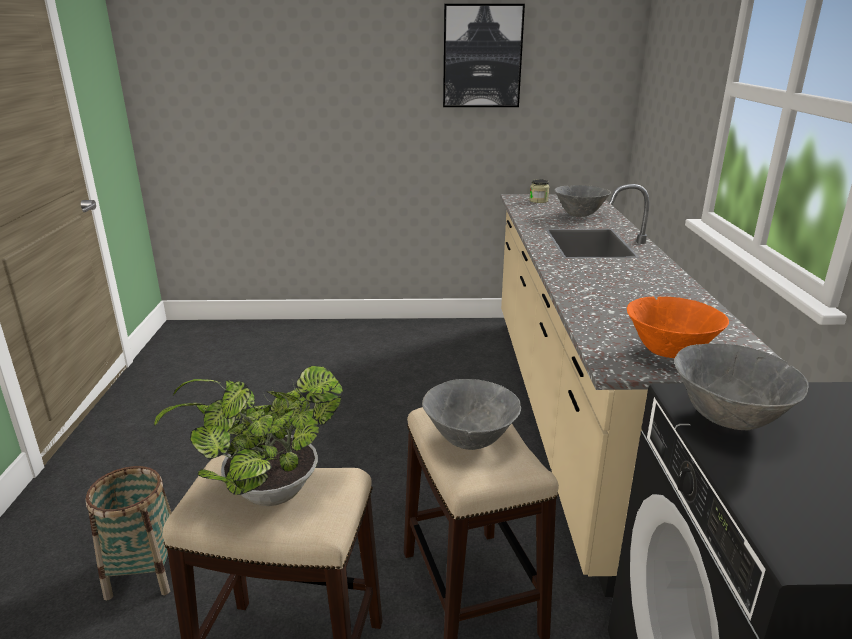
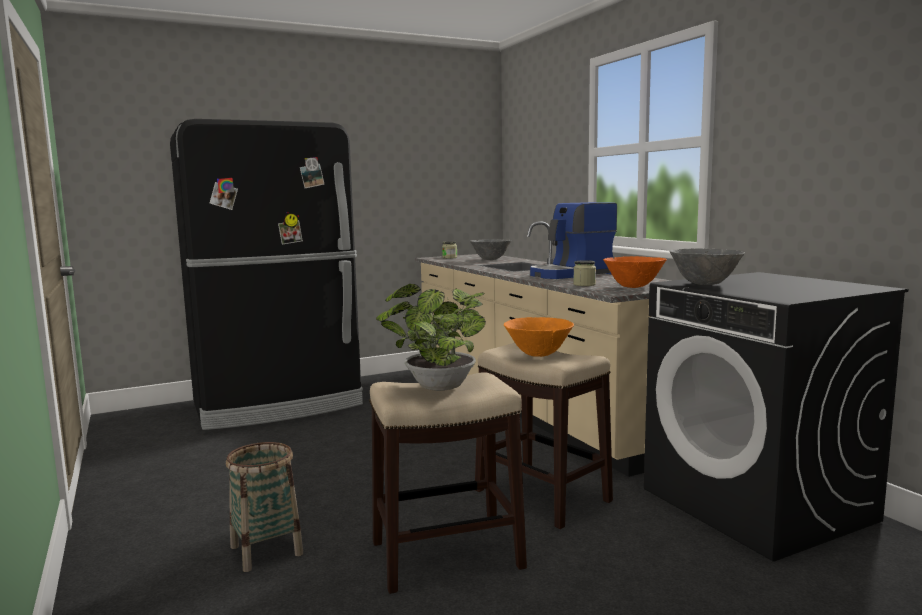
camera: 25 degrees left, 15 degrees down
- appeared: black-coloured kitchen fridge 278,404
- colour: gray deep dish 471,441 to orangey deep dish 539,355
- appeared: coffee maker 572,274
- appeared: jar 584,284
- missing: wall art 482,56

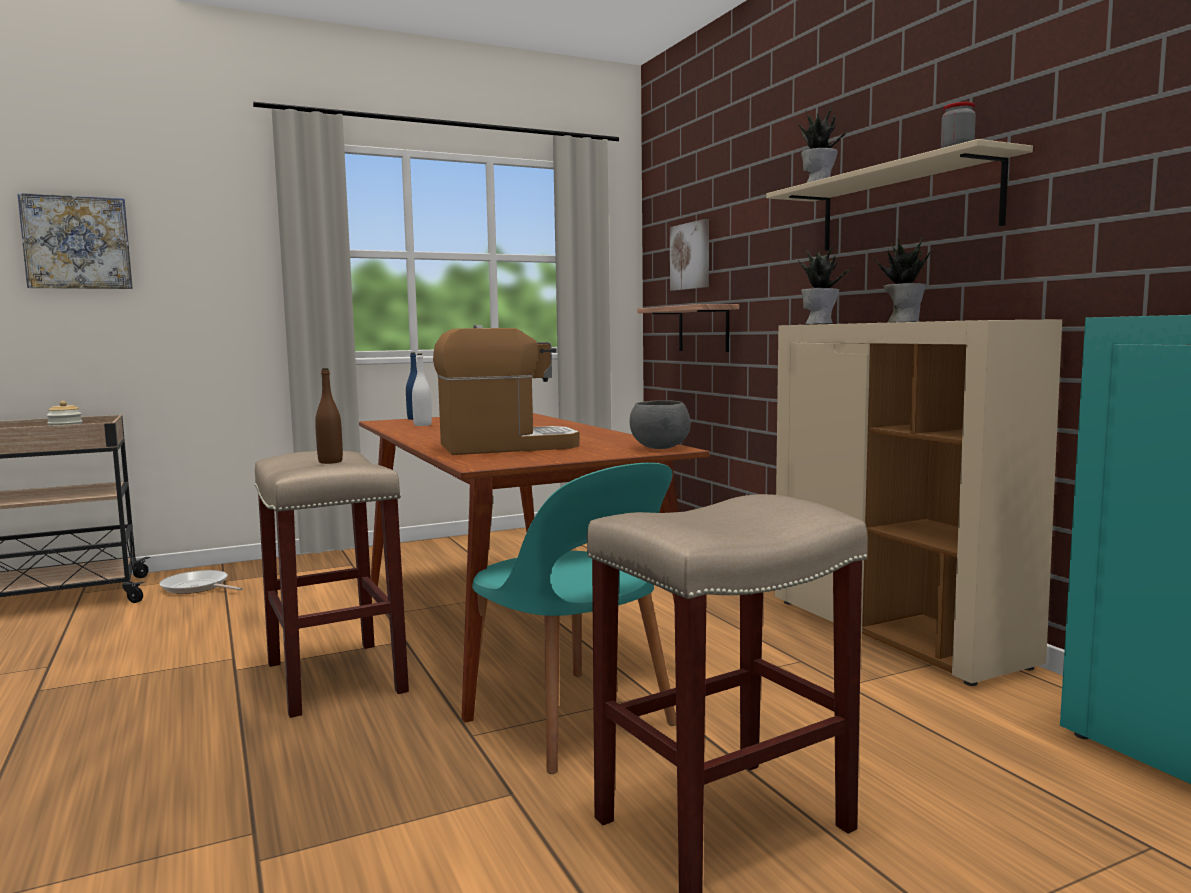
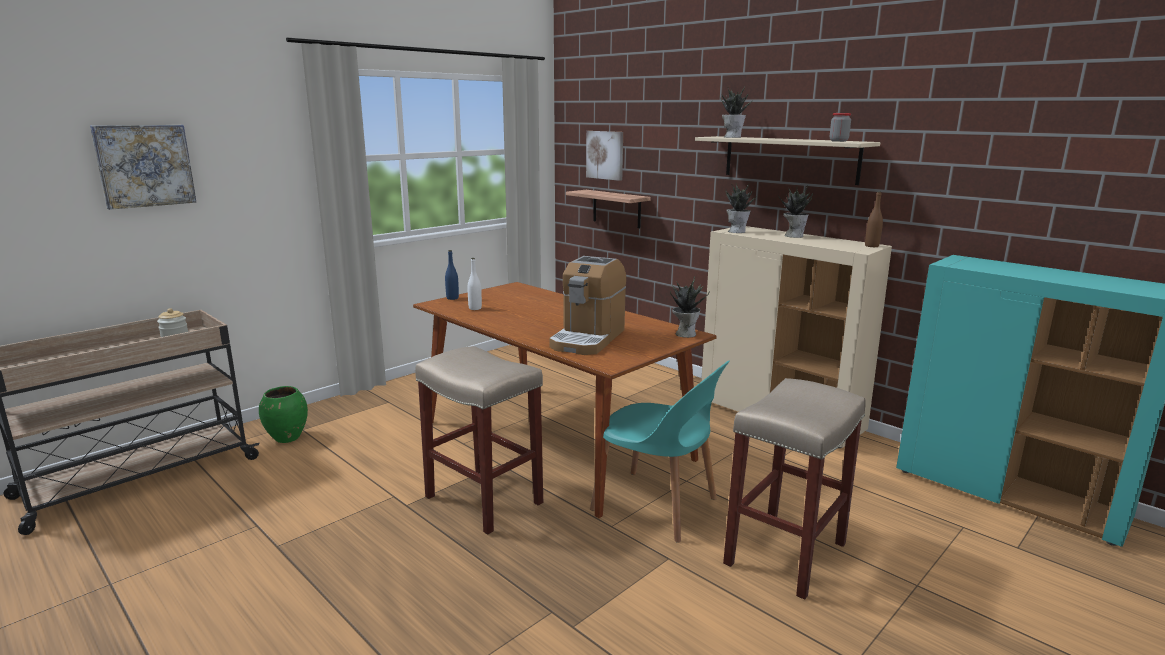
camera: 20 degrees left, 10 degrees up
- exchanged: frying pan 197,587 to green-coloured vase 287,438
- spun: coffee maker 506,447 = 588,339 150 degrees clockwise
- exchanged: gray deep dish 659,448 to potted plant 684,334
- relocated: brownish drink bottle 330,462 to 871,246

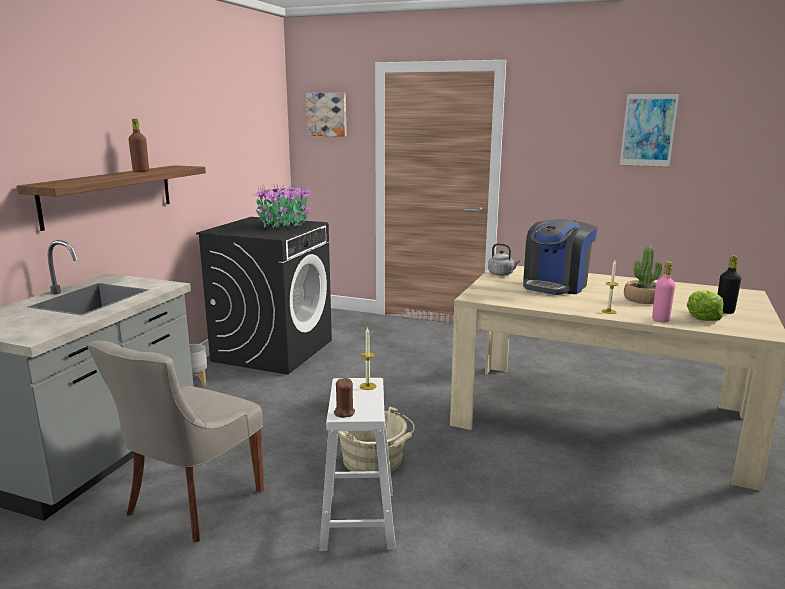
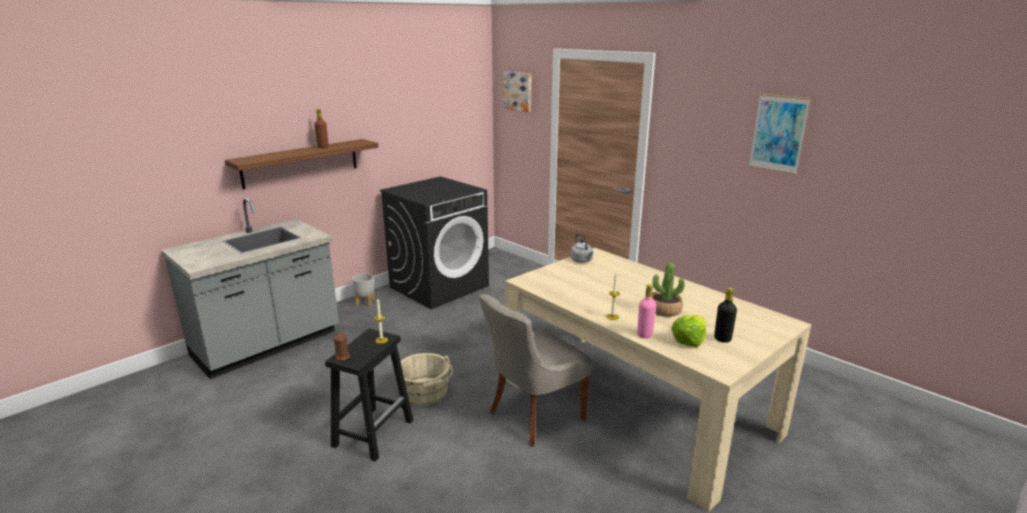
camera: 25 degrees right, 5 degrees up
- colour: white-coloured stool 358,518 to black-coloured stool 374,432
- relocated: gray plain chair 192,503 to 533,416
- missing: potted plant 283,225
- missing: coffee maker 555,285

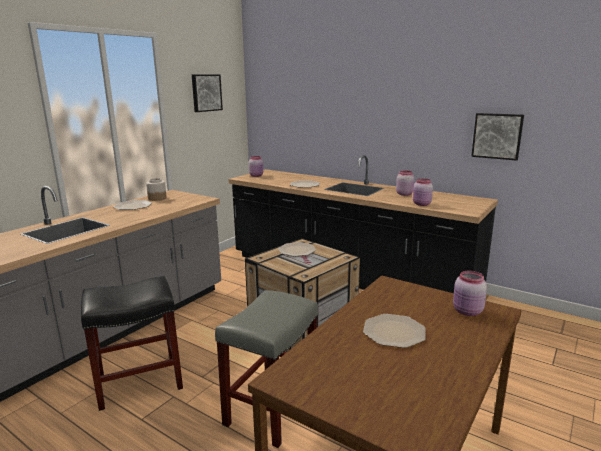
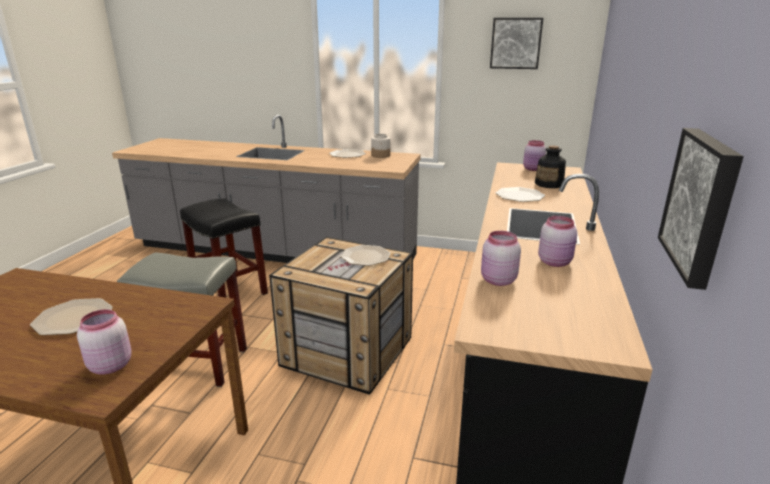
camera: 70 degrees right, 5 degrees up
- appeared: drink bottle 549,184

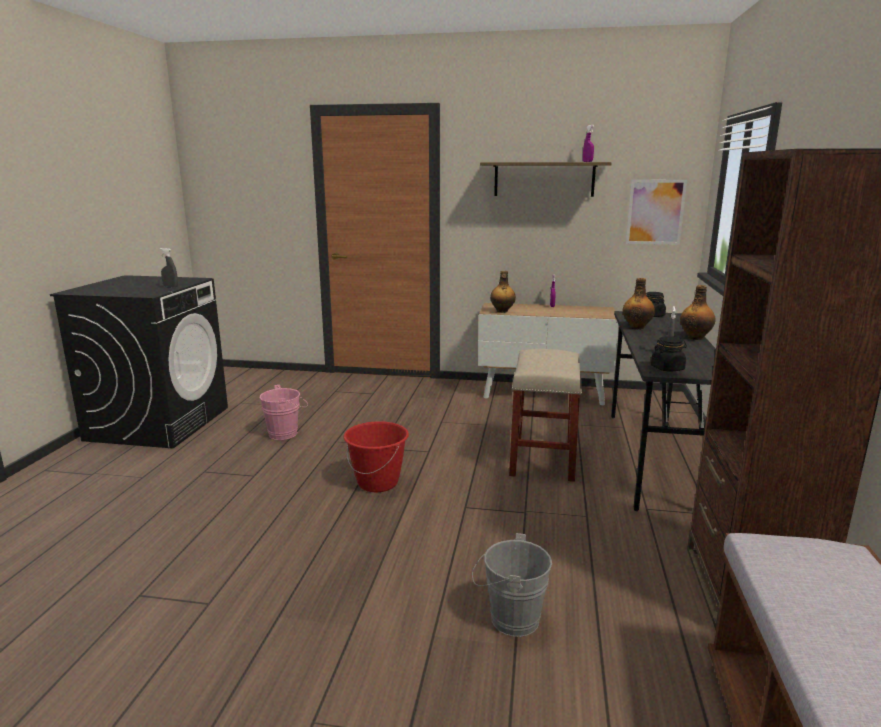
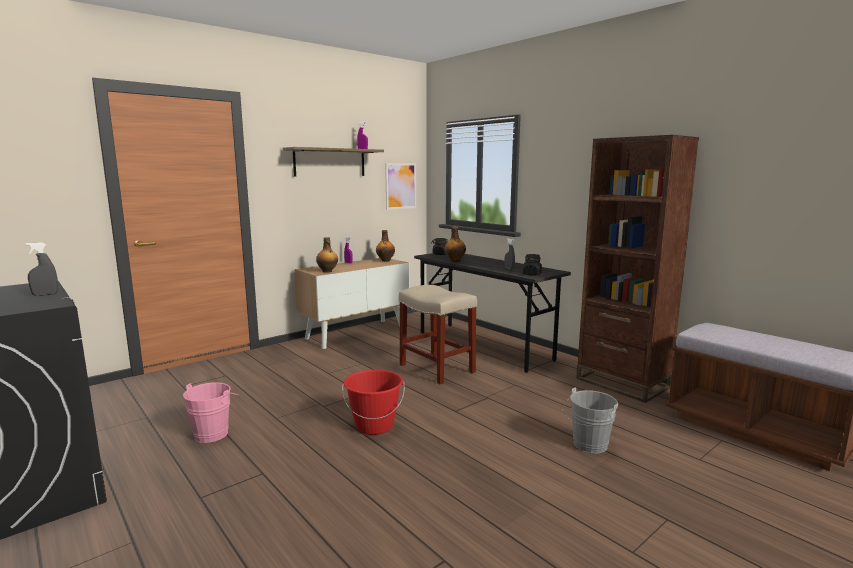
camera: 50 degrees left, 5 degrees down
- relocated: drink bottle 695,337 to 385,260

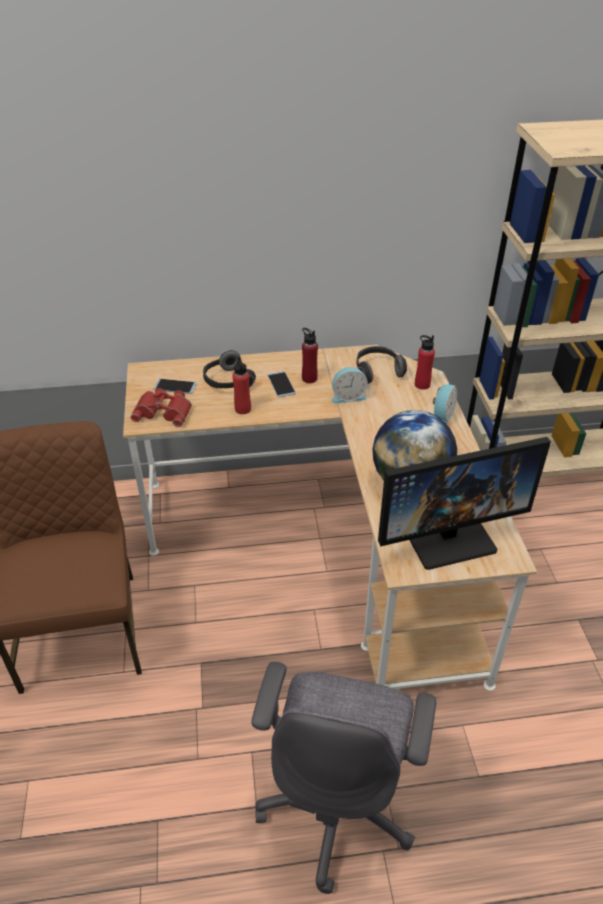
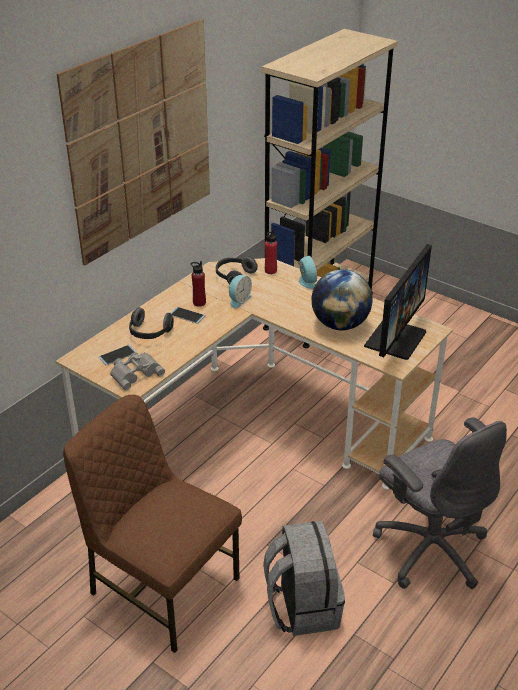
camera: 45 degrees left, 5 degrees down
- appeared: wall art 141,141
- colour: reddish pair of binoculars 164,411 to gray pair of binoculars 135,373
- appeared: gray backpack 302,606
- missing: reddish drink bottle 243,409

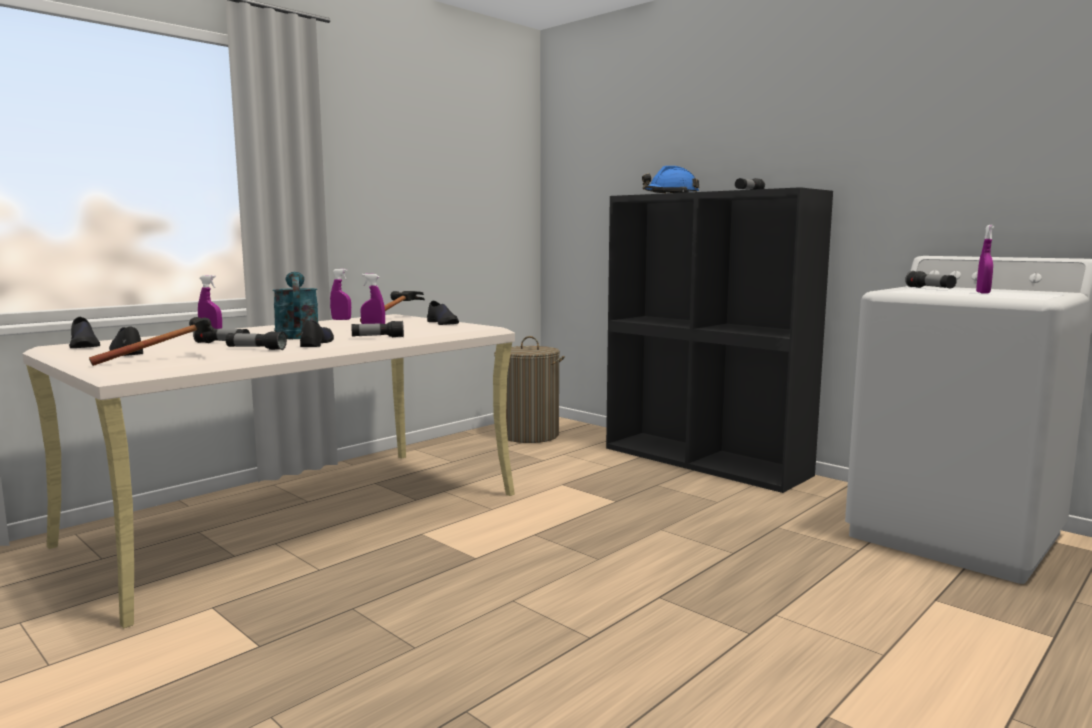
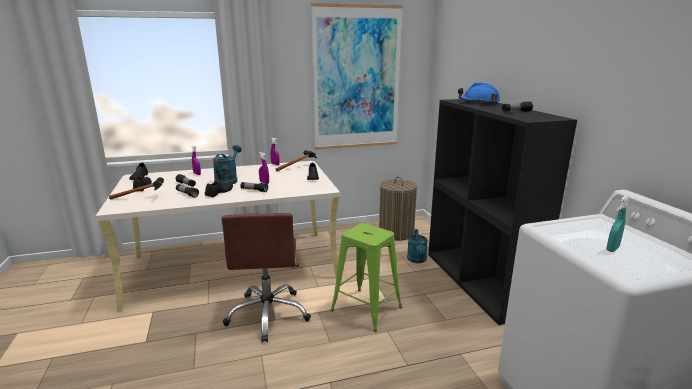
camera: 30 degrees right, 10 degrees up
- appeared: brownish computer chair 268,314
- appeared: wall art 356,79
- appeared: green-coloured stool 366,308
- appeared: turquoise sprinkling can 417,260
- colour: purple sprayer 983,293 to turquoise sprayer 612,249
- missing: flashlight 930,288

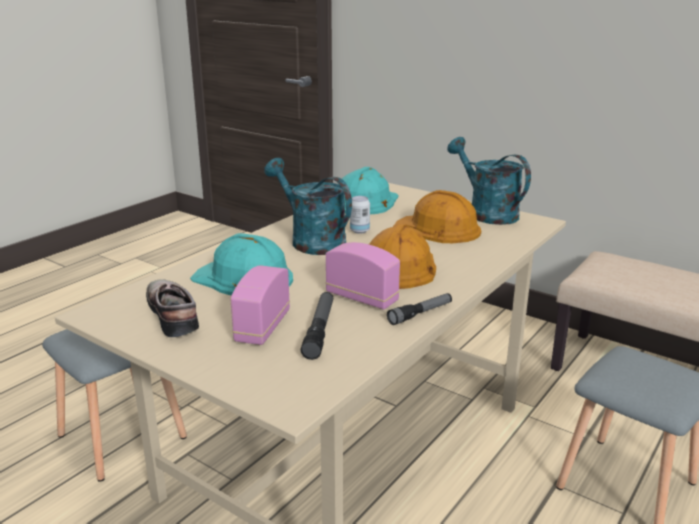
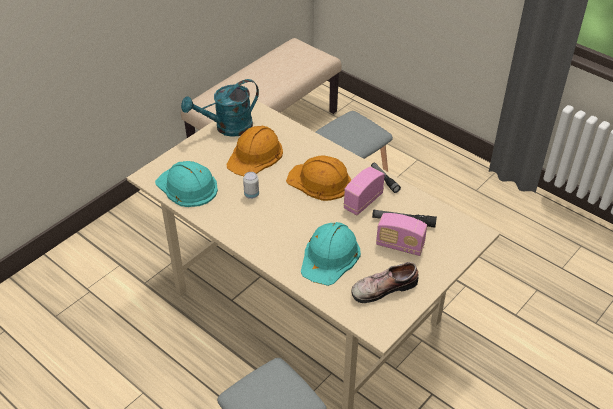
camera: 85 degrees left, 20 degrees up
- missing: turquoise sprinkling can 311,241

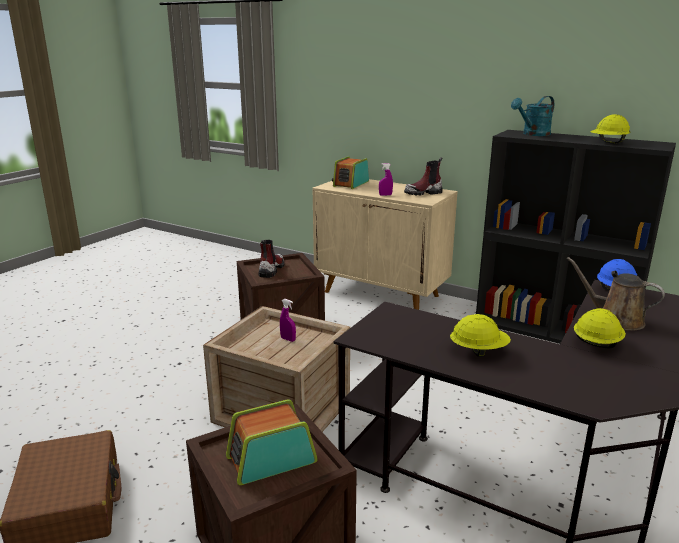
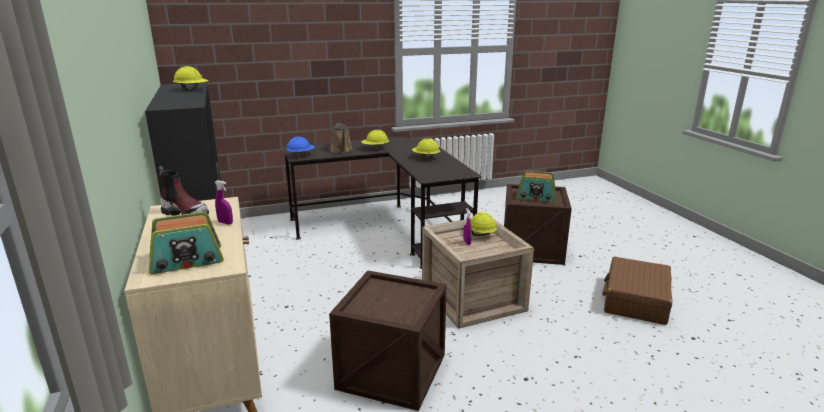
camera: 140 degrees left, 0 degrees up
- appeared: yellowish work helmet 480,234
- missing: boot 271,270
- missing: turquoise sprinkling can 533,134

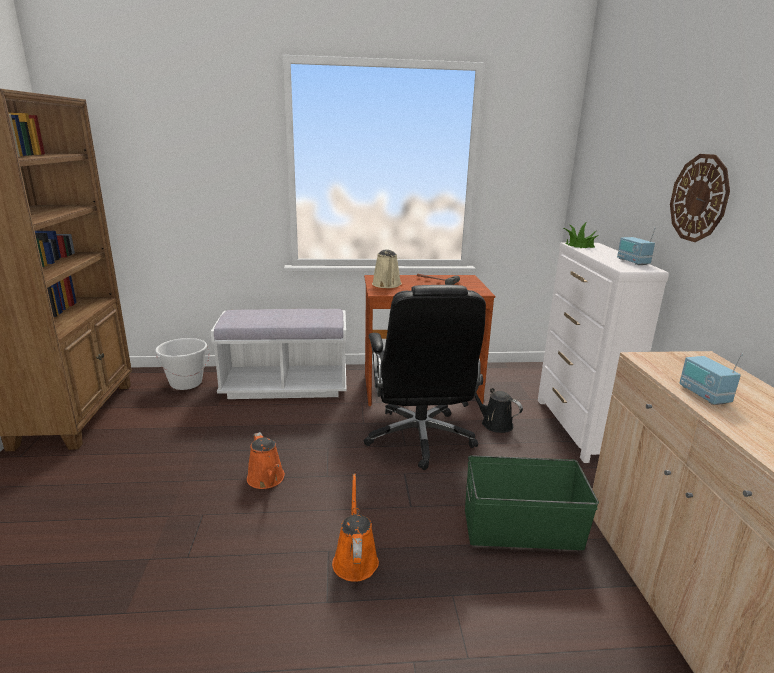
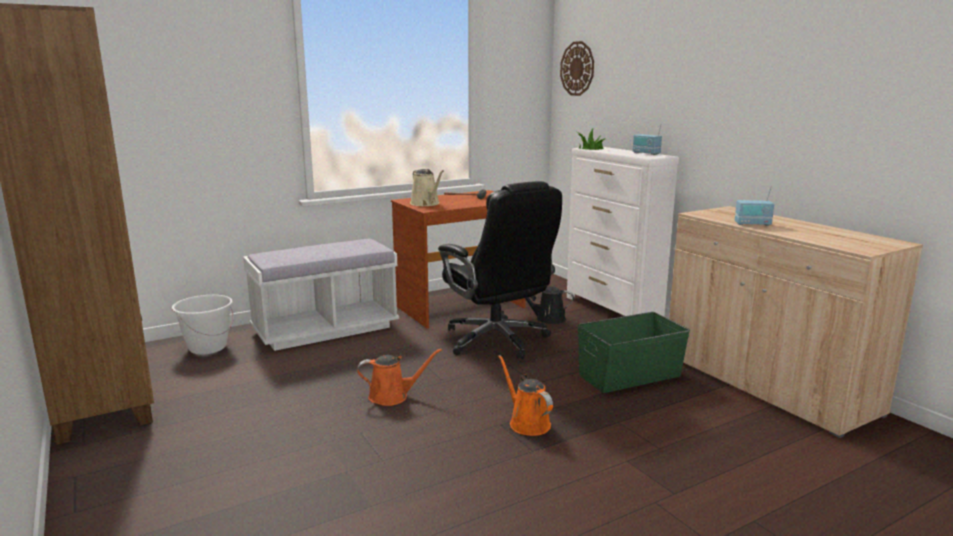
camera: 25 degrees left, 5 degrees down
- spun: orangey sprinkling can 267,479 = 392,396 45 degrees counterclockwise
- relocated: wall clock 699,198 to 577,68
- spun: radio receiver 703,395 = 752,224 45 degrees counterclockwise

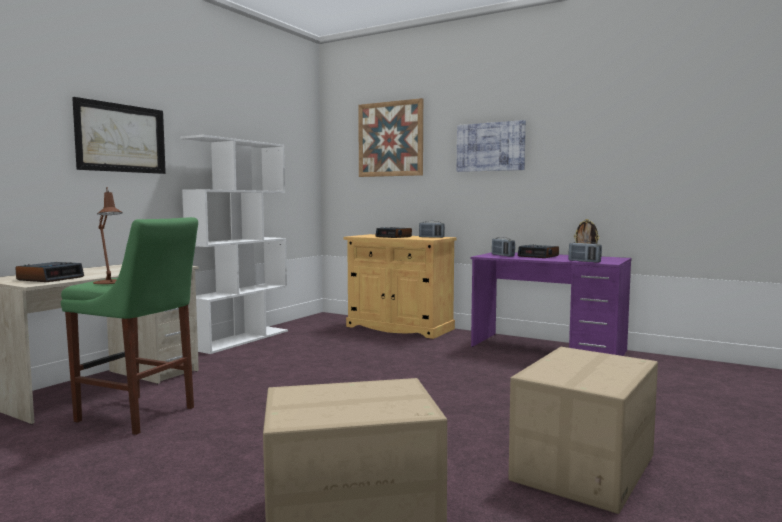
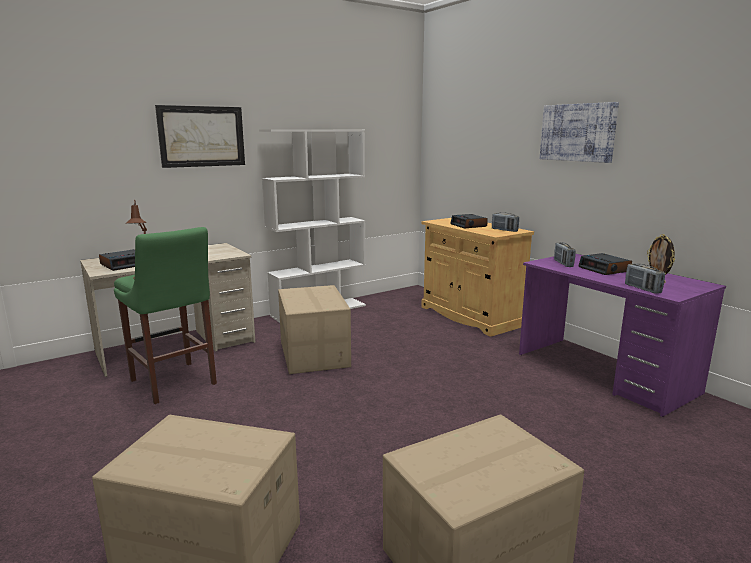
camera: 25 degrees right, 10 degrees up
- appeared: cardboard box 315,354
- missing: wall art 390,139

